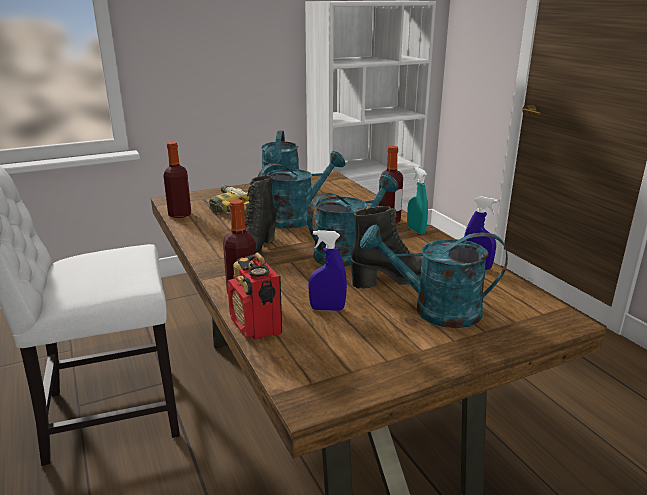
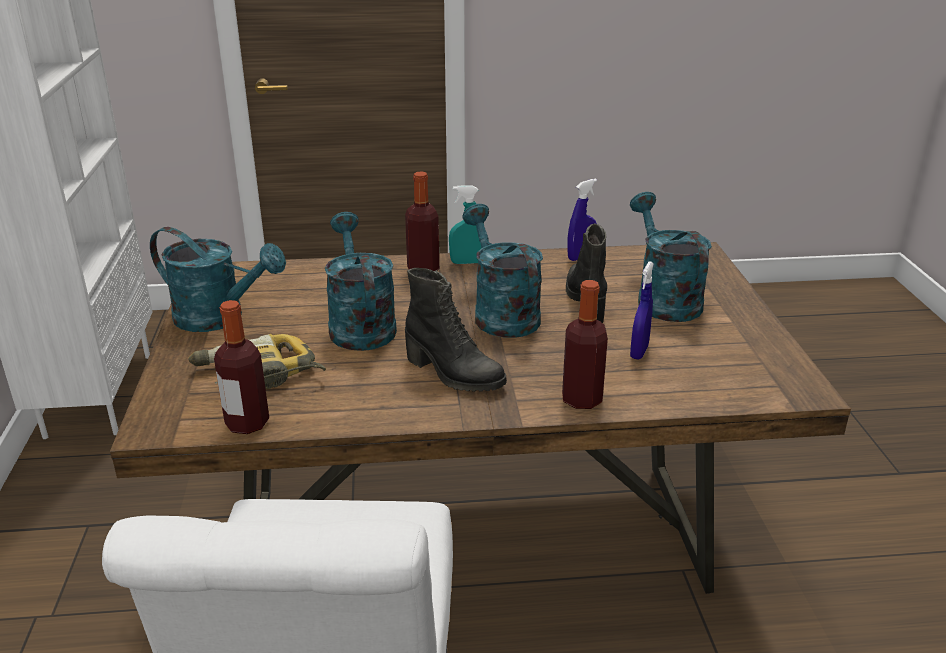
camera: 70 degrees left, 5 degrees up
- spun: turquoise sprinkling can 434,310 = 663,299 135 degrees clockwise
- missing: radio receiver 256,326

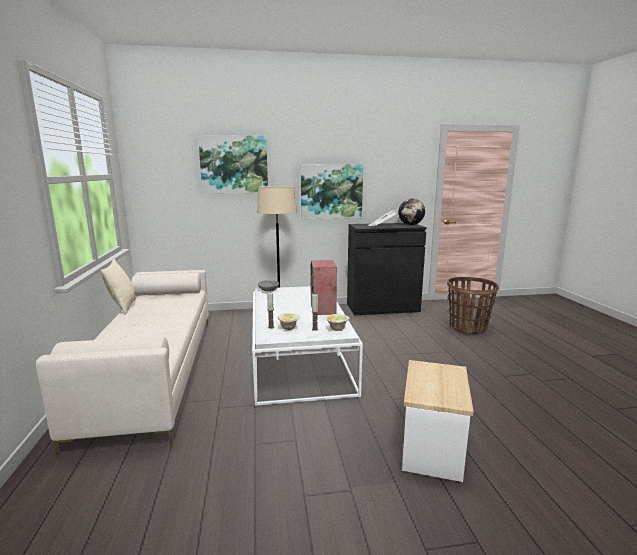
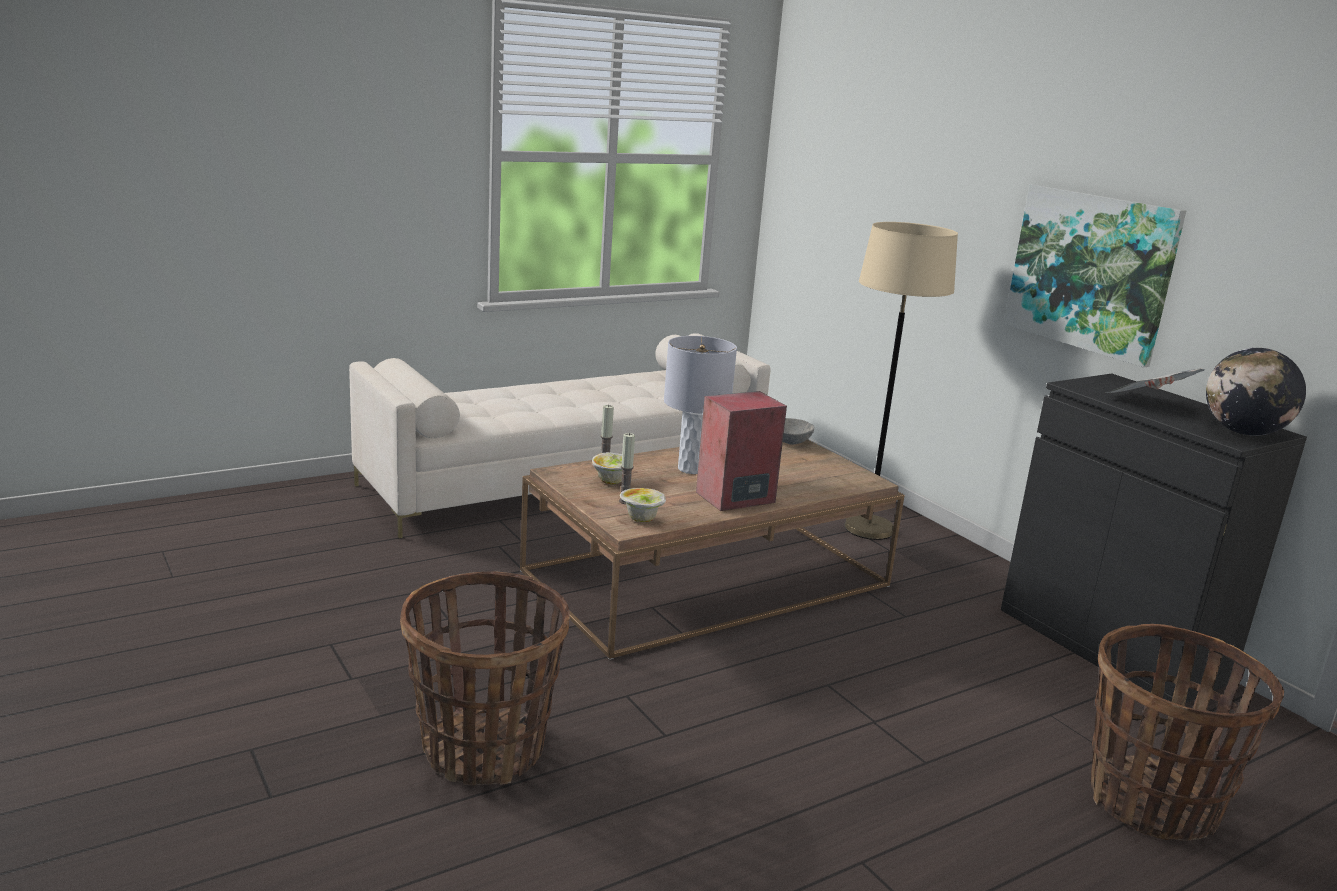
camera: 65 degrees right, 5 degrees up
- exchanged: end table 432,448 to basket 484,749
- colour: white-coloured lounge table 298,358 to brownish lounge table 708,578
- appeared: gray table lamp 691,469
- missing: beige-coloured cushion 123,307
- missing: wall art 234,165

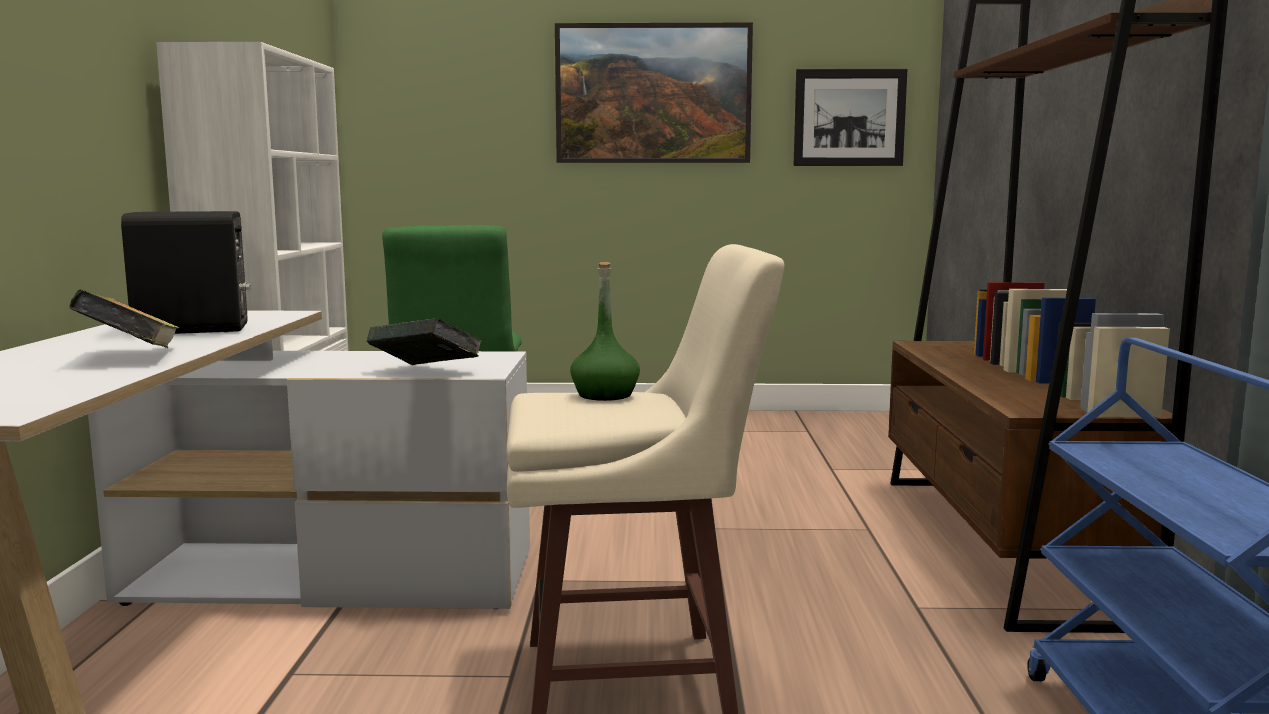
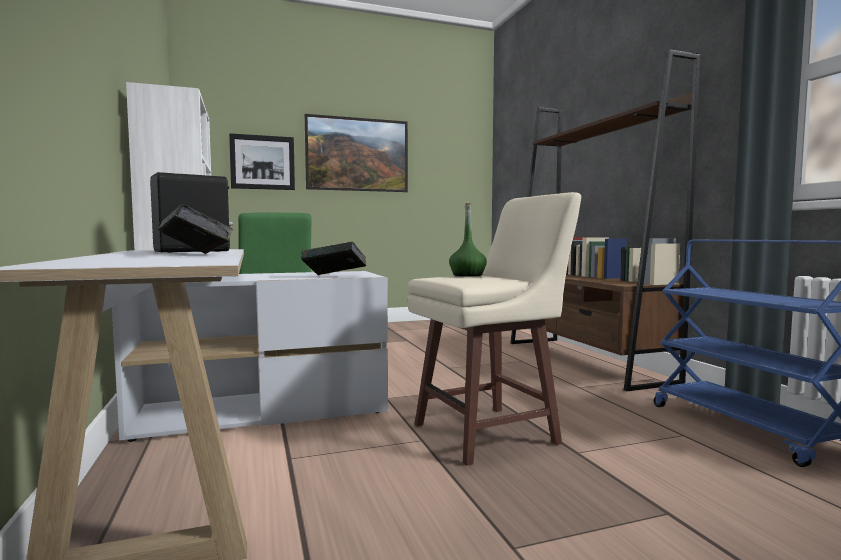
camera: 20 degrees left, 5 degrees down
- relocated: wall art 849,117 to 262,162

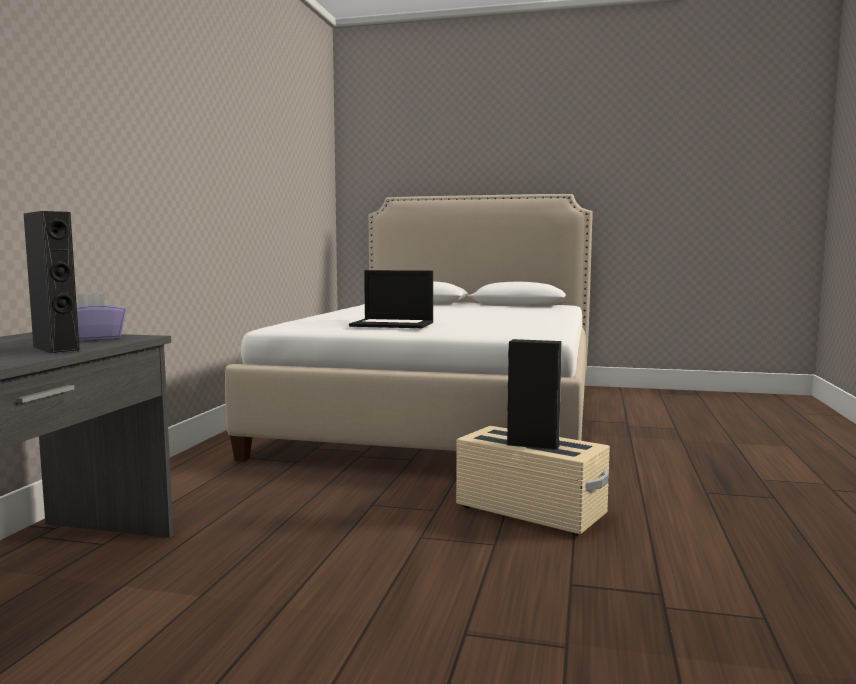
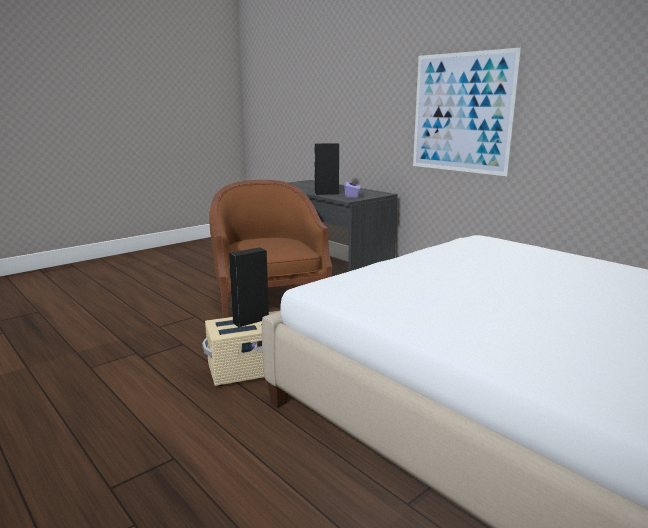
camera: 125 degrees right, 10 degrees up
- appeared: brownish lounge chair 270,302
- appeared: wall art 461,113
- missing: notebook computer 393,324

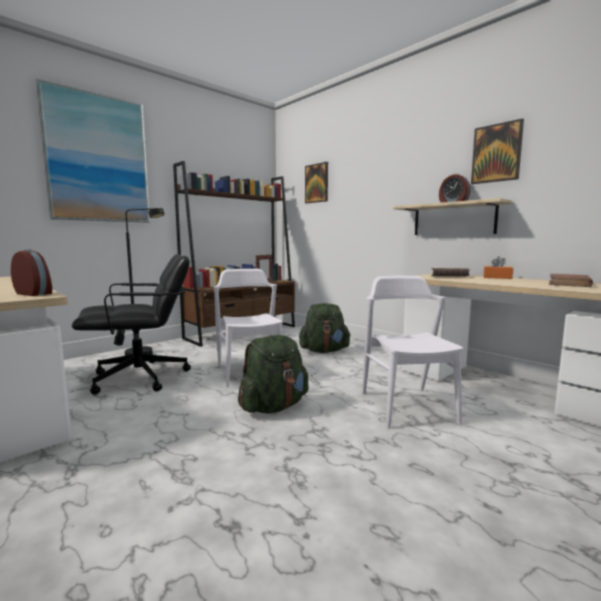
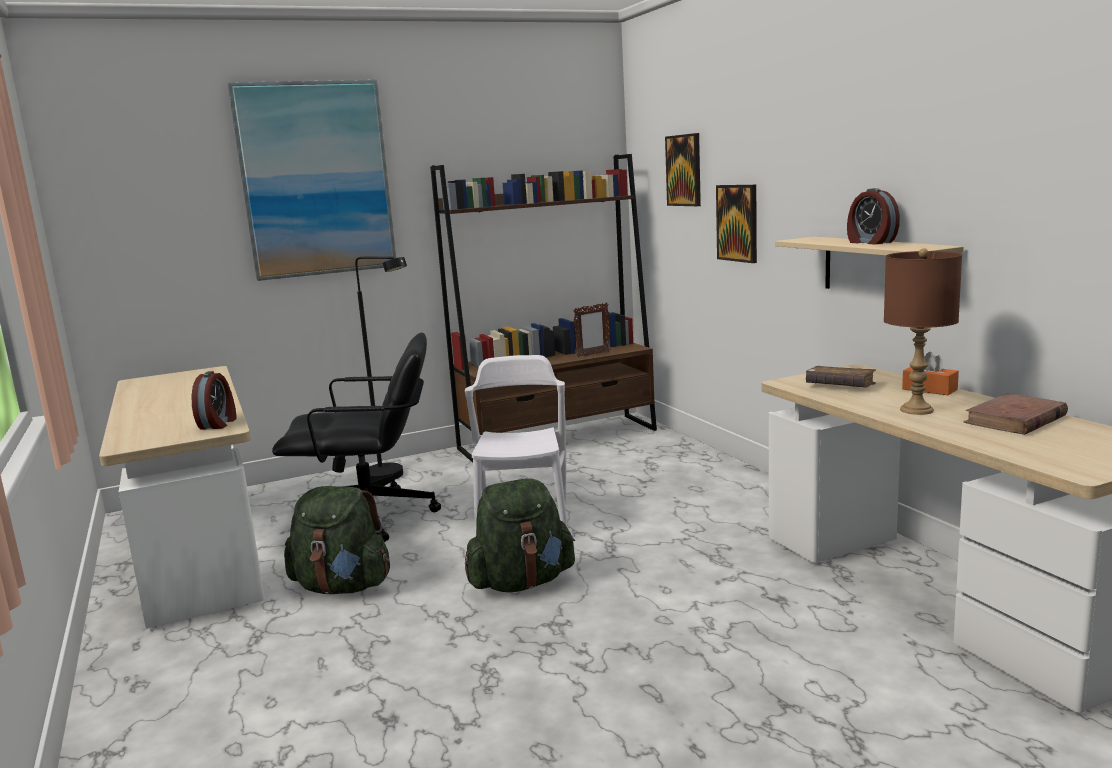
camera: 20 degrees right, 5 degrees up
- spun: table clock 34,293 = 218,424 45 degrees clockwise
- relocated: green-coloured backpack 324,351 to 343,587
- relocated: wall art 496,153 to 737,223
- appeared: brownish table lamp 917,410
- missing: white-coloured plain chair 407,406

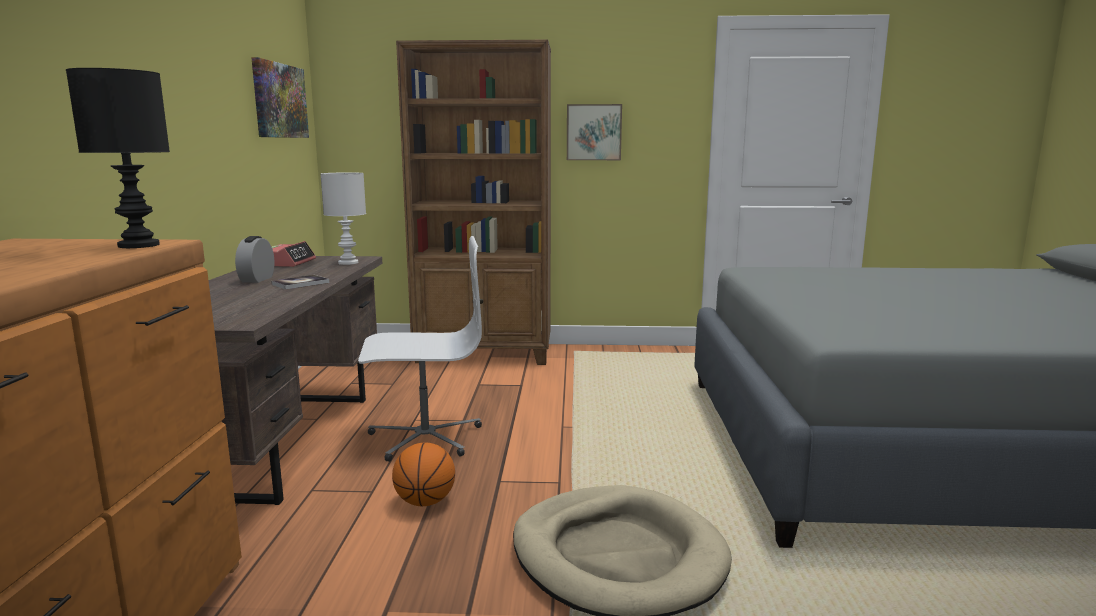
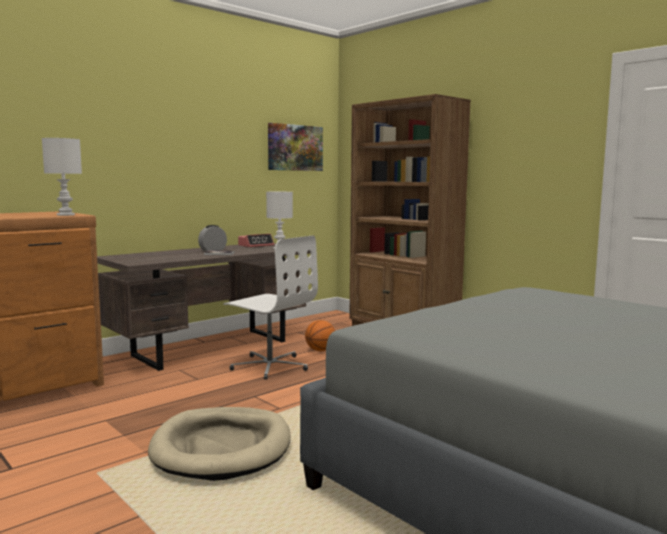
camera: 45 degrees right, 5 degrees down
- colour: black-coloured table lamp 138,245 to white-coloured table lamp 65,215
- relocated: basketball ball 425,502 to 320,350
- missing: wall art 593,132

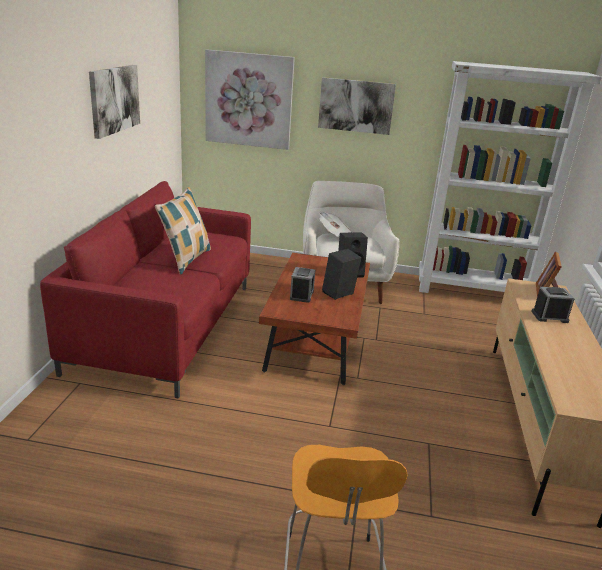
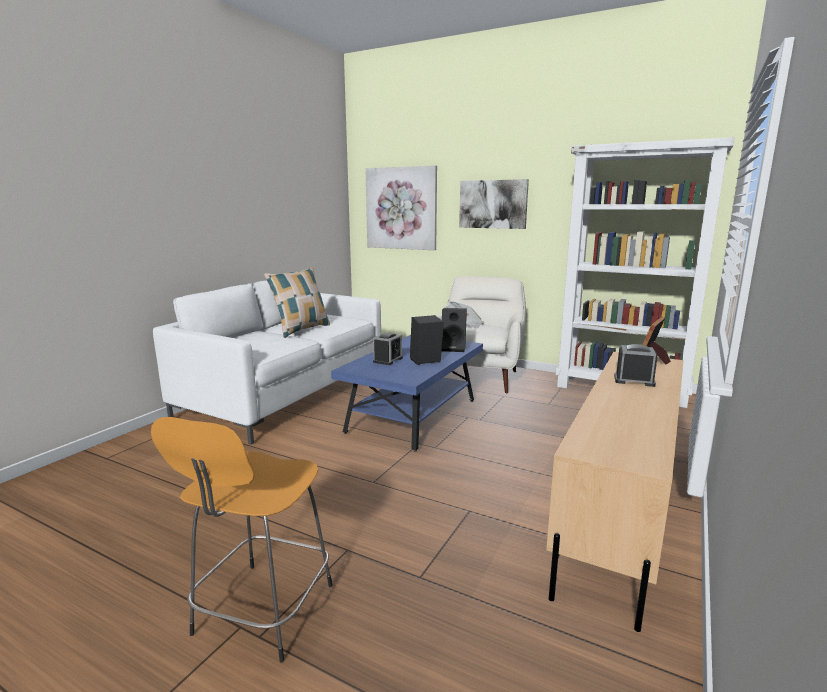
camera: 20 degrees right, 10 degrees down
- colour: reddish settee 165,328 to white-coloured settee 286,395
- colour: brownish lounge table 315,342 to bluish lounge table 413,416
- missing: wall art 114,99

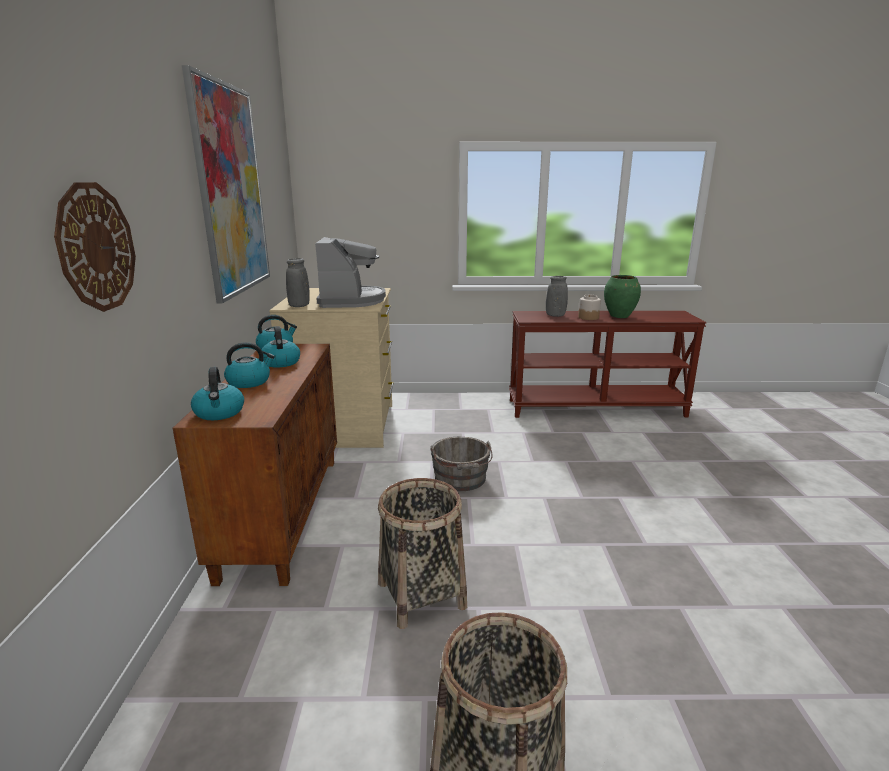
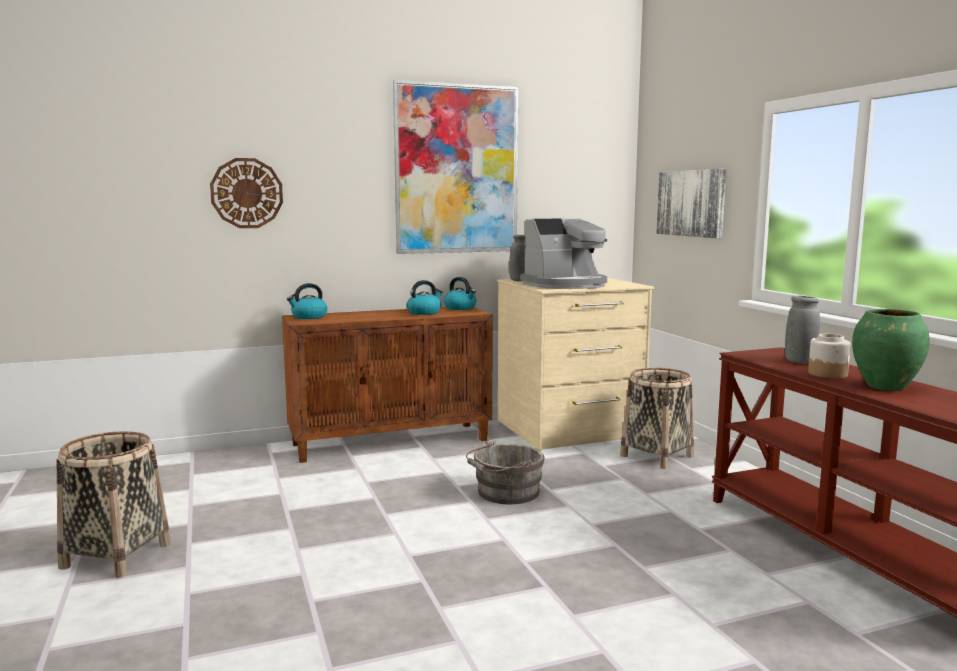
camera: 70 degrees right, 10 degrees down
- relocated: basket 421,594 to 657,456
- appeared: wall art 691,203
- missing: water kettle 249,382

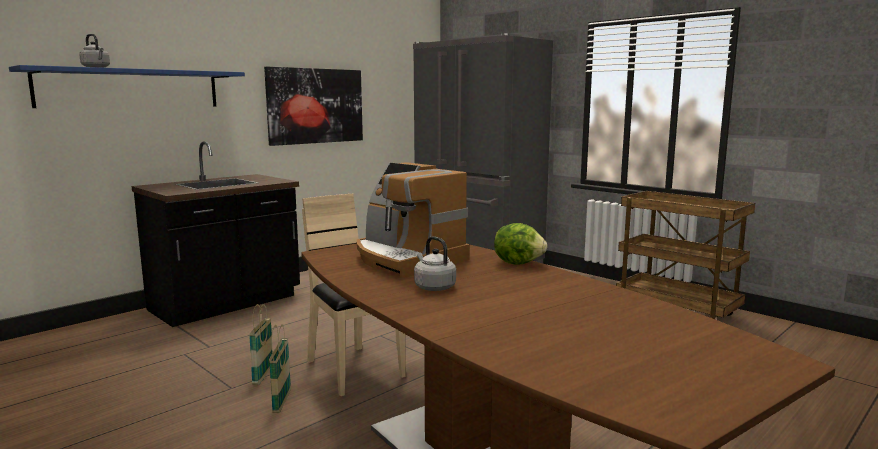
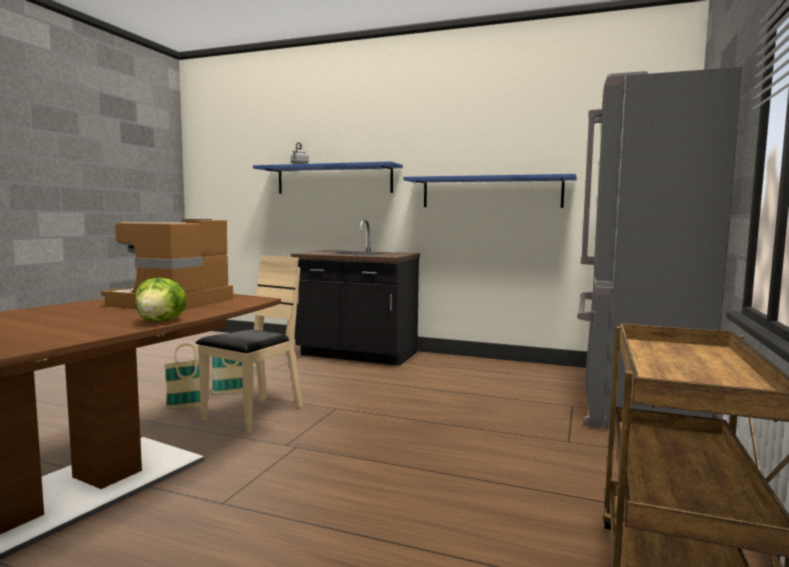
camera: 65 degrees right, 5 degrees down
- exchanged: wall art 315,106 to bluish bracket shelf 491,192
- missing: gray water kettle 433,287

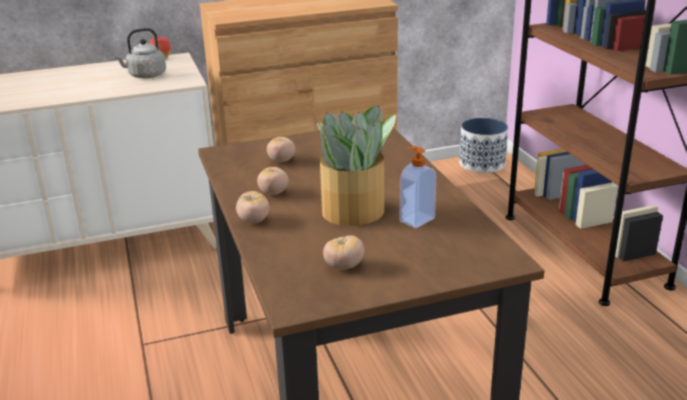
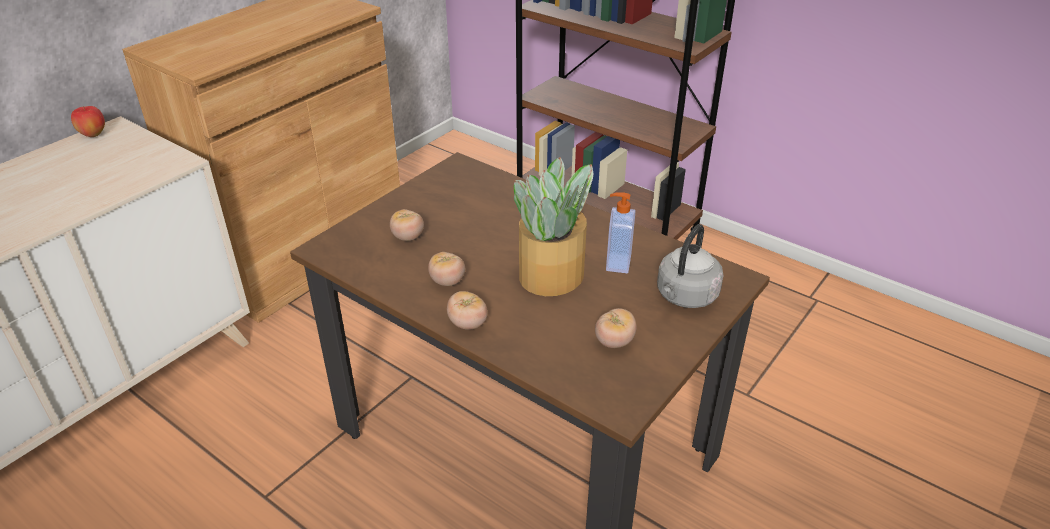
camera: 35 degrees left, 10 degrees up
- relocated: gray water kettle 145,76 to 685,297
- missing: plant pot 482,164

